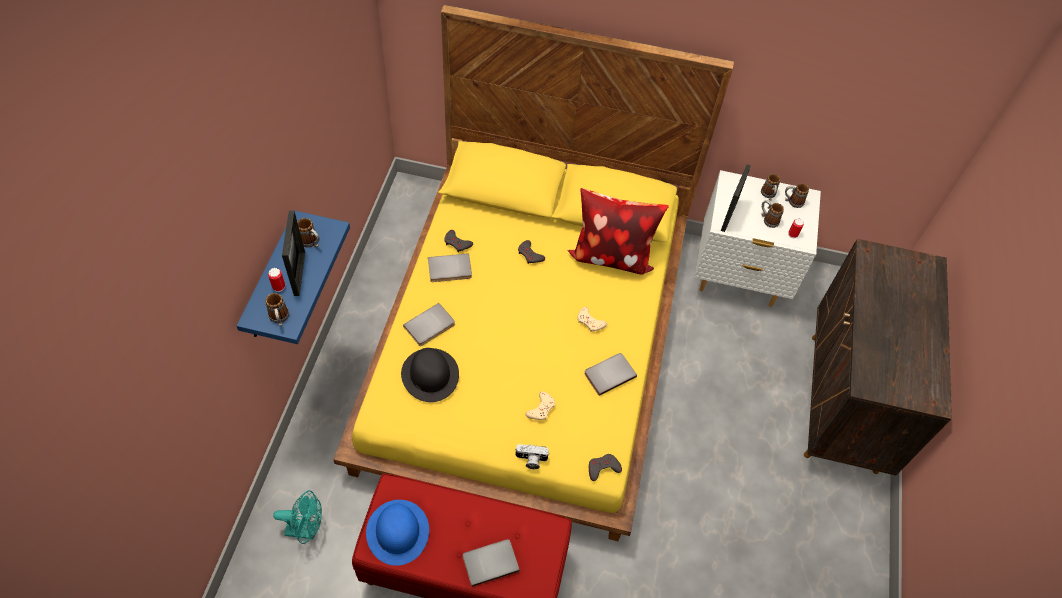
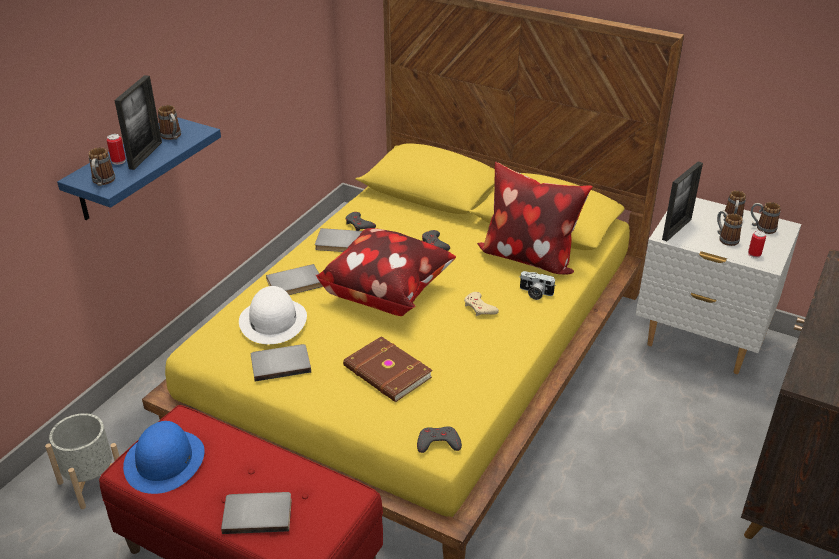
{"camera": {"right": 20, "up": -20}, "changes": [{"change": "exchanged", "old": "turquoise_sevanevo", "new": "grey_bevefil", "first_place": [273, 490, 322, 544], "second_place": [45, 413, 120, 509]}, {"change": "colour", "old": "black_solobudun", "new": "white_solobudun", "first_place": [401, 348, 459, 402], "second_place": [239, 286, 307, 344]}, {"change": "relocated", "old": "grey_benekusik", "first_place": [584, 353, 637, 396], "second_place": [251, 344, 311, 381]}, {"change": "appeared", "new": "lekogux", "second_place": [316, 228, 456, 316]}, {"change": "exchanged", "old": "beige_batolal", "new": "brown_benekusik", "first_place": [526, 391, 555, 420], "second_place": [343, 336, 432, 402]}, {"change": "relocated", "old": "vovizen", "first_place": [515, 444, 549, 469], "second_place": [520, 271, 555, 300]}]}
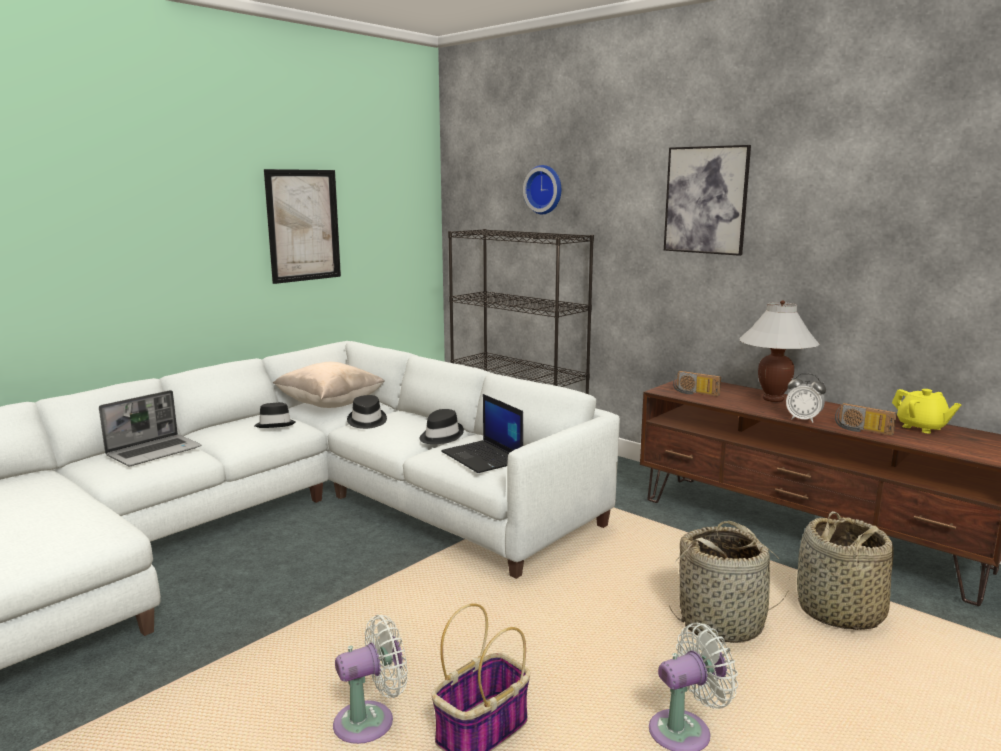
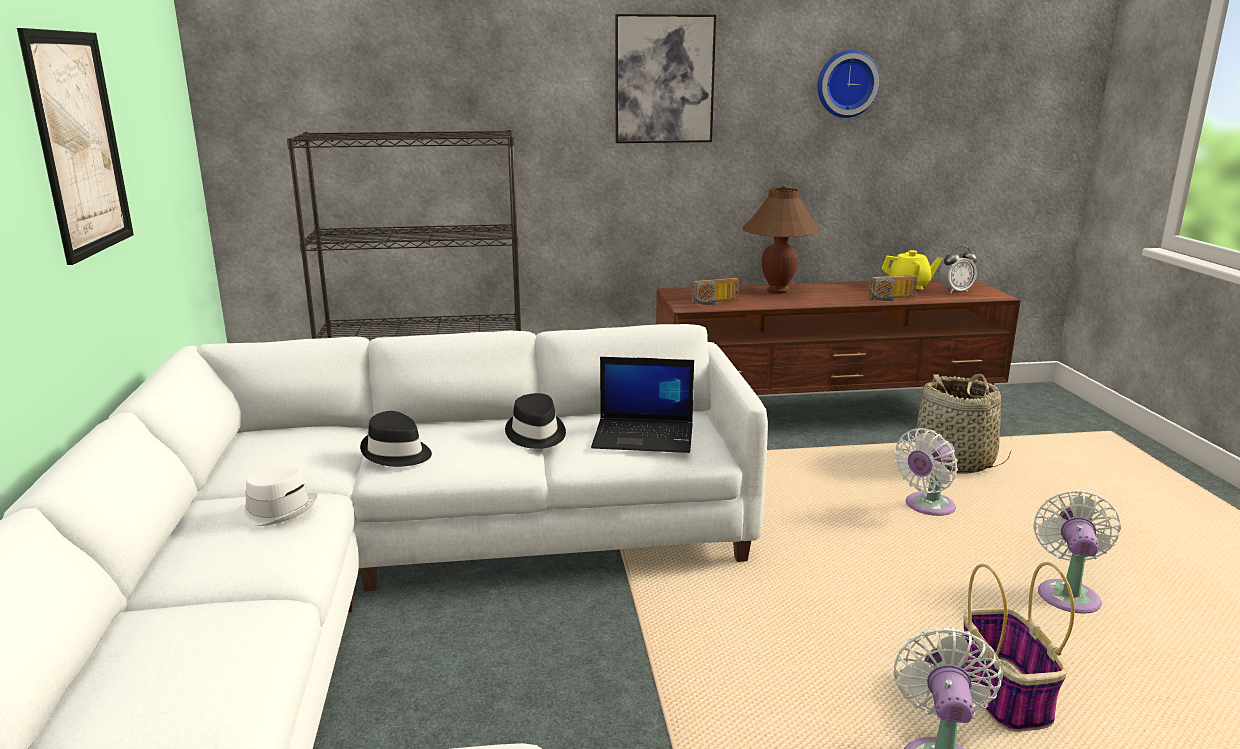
{"camera": {"right": -50, "up": 5}, "changes": [{"change": "colour", "old": "black_solobudun", "new": "white_solobudun", "first_place": [254, 402, 296, 428], "second_place": [235, 468, 317, 526]}, {"change": "colour", "old": "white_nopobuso", "new": "brown_nopobuso", "first_place": [739, 300, 820, 402], "second_place": [743, 186, 821, 294]}, {"change": "relocated", "old": "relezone", "first_place": [523, 165, 561, 214], "second_place": [818, 50, 880, 118]}, {"change": "exchanged", "old": "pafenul", "new": "white_sevanevo", "first_place": [669, 521, 790, 643], "second_place": [894, 428, 958, 516]}, {"change": "relocated", "old": "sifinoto", "first_place": [786, 373, 826, 423], "second_place": [940, 246, 977, 293]}, {"change": "missing", "old": "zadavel", "first_place": [99, 390, 201, 466]}, {"change": "missing", "old": "beige_lekogux", "first_place": [273, 362, 385, 408]}]}
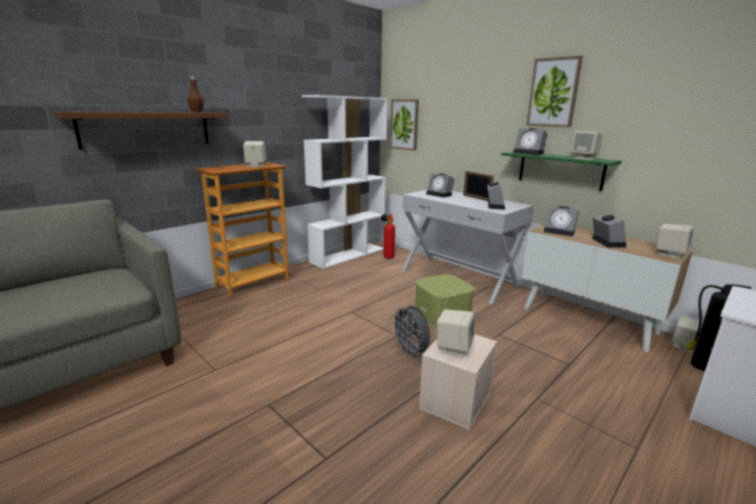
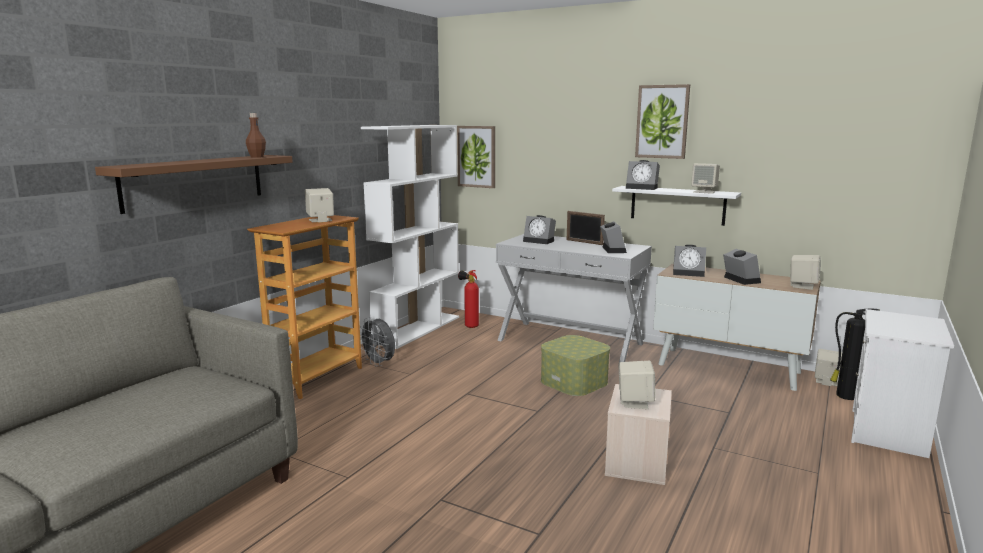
{"camera": {"right": -15, "up": -5}, "changes": [{"change": "relocated", "old": "grey_sevanevo", "first_place": [391, 305, 430, 359], "second_place": [360, 318, 395, 366]}, {"change": "colour", "old": "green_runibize", "new": "white_runibize", "first_place": [501, 151, 622, 191], "second_place": [612, 186, 741, 226]}]}
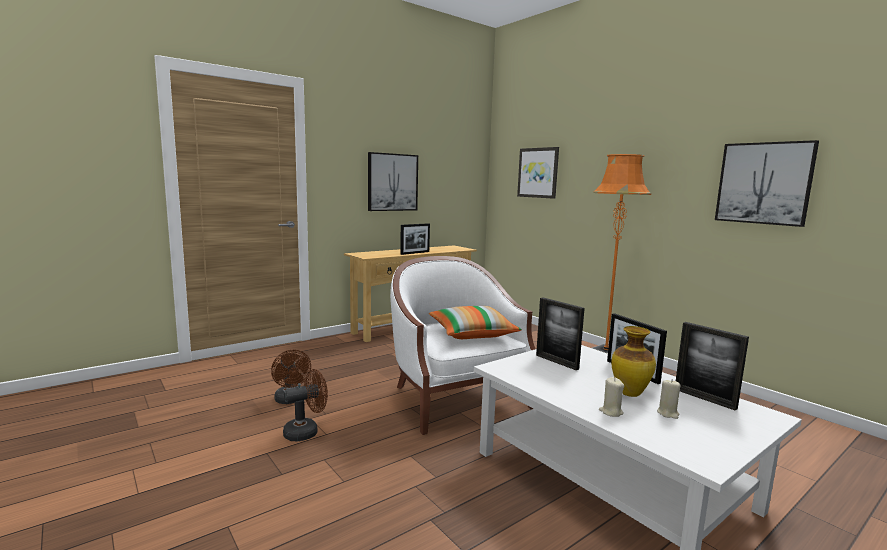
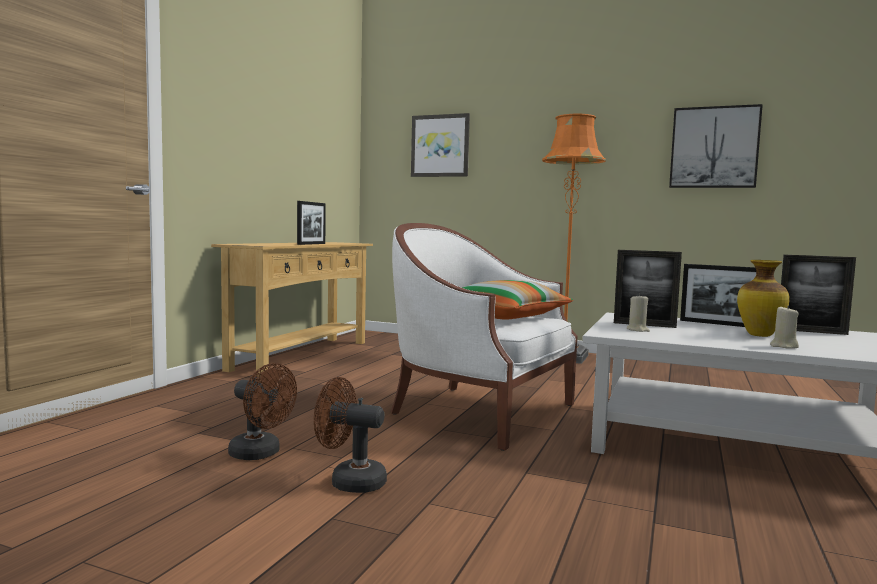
{"camera": {"right": -30, "up": -5}, "changes": [{"change": "spun", "old": "brown_sevanevo", "first_place": [283, 369, 328, 441], "second_place": [314, 377, 387, 493], "degrees": -105}, {"change": "relocated", "old": "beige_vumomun", "first_place": [657, 379, 681, 419], "second_place": [627, 294, 650, 332]}, {"change": "missing", "old": "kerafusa", "first_place": [368, 152, 418, 211]}]}
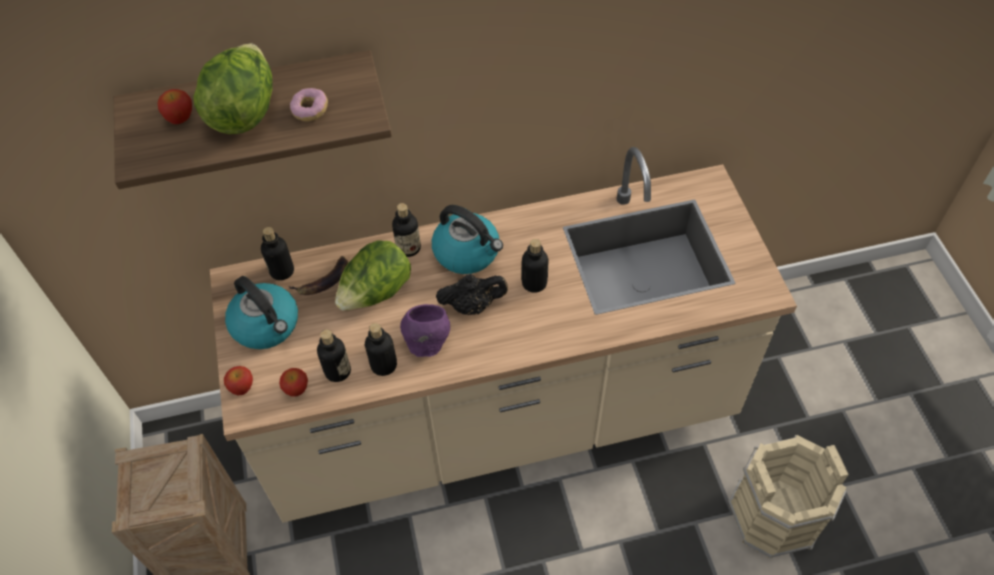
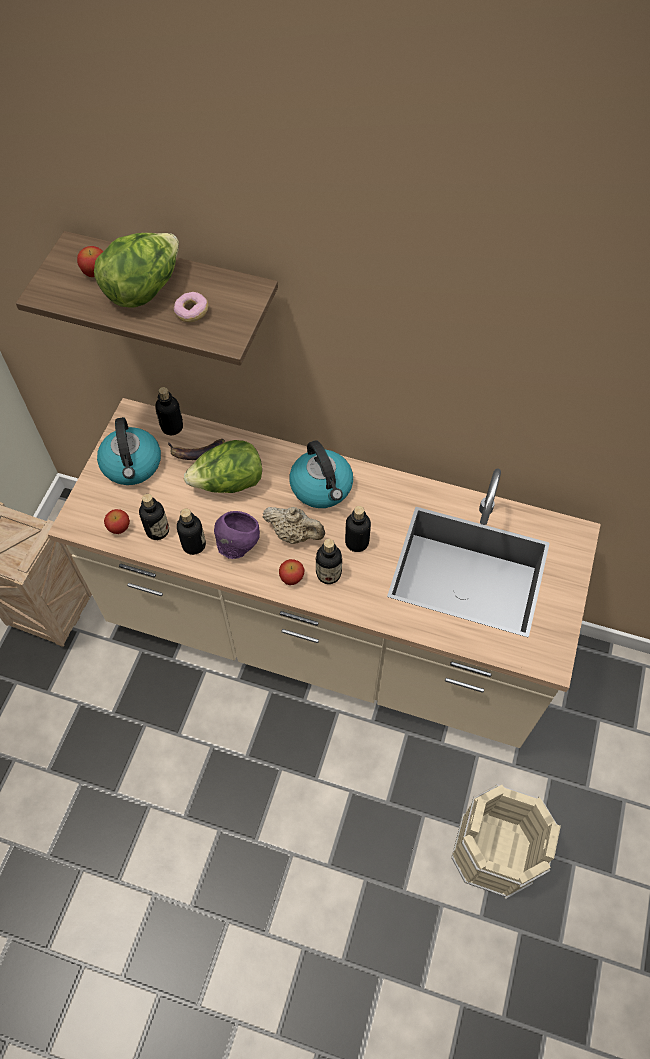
{"camera": {"right": 30, "up": 5}, "changes": [{"change": "colour", "old": "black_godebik", "new": "beige_godebik", "first_place": [436, 274, 508, 315], "second_place": [263, 507, 325, 544]}, {"change": "relocated", "old": "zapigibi", "first_place": [224, 366, 253, 395], "second_place": [279, 559, 304, 585]}, {"change": "relocated", "old": "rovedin", "first_place": [392, 203, 421, 257], "second_place": [316, 539, 342, 584]}]}
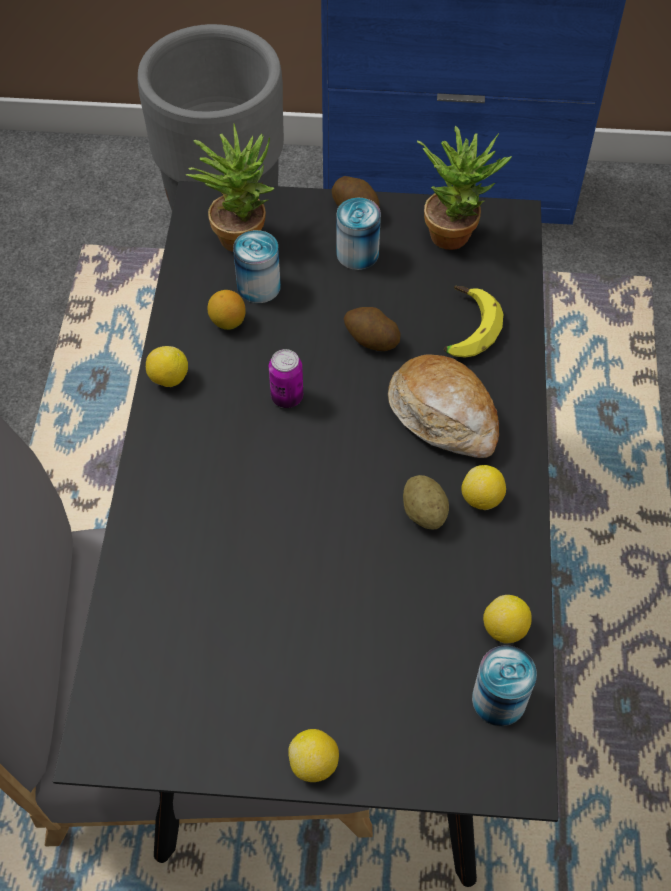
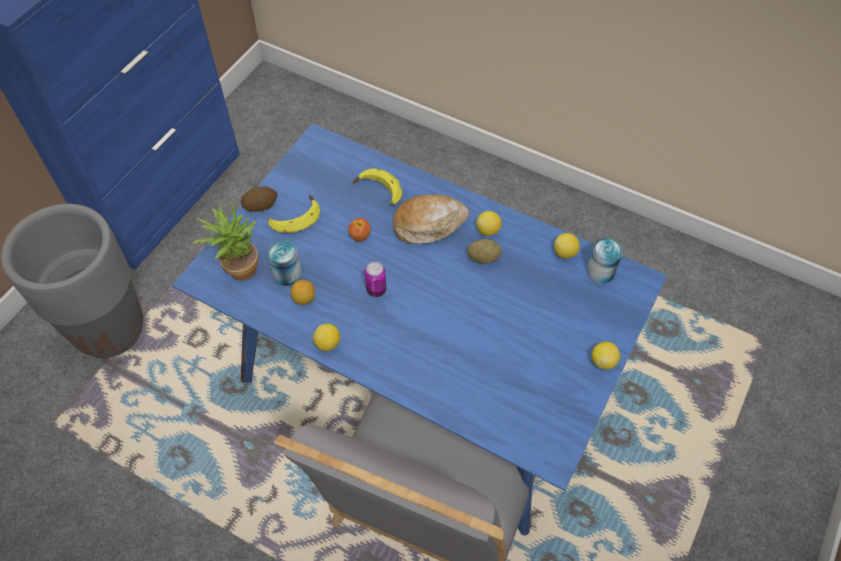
{"camera": {"right": -65, "up": 0}, "changes": [{"change": "colour", "old": "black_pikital", "new": "blue_pikital", "first_place": [53, 181, 558, 887], "second_place": [172, 123, 667, 535]}, {"change": "exchanged", "old": "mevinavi", "new": "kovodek", "first_place": [336, 198, 381, 270], "second_place": [268, 194, 320, 233]}, {"change": "exchanged", "old": "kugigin", "new": "zapigibi", "first_place": [344, 307, 401, 351], "second_place": [348, 218, 371, 241]}, {"change": "missing", "old": "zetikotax", "first_place": [417, 126, 512, 250]}]}
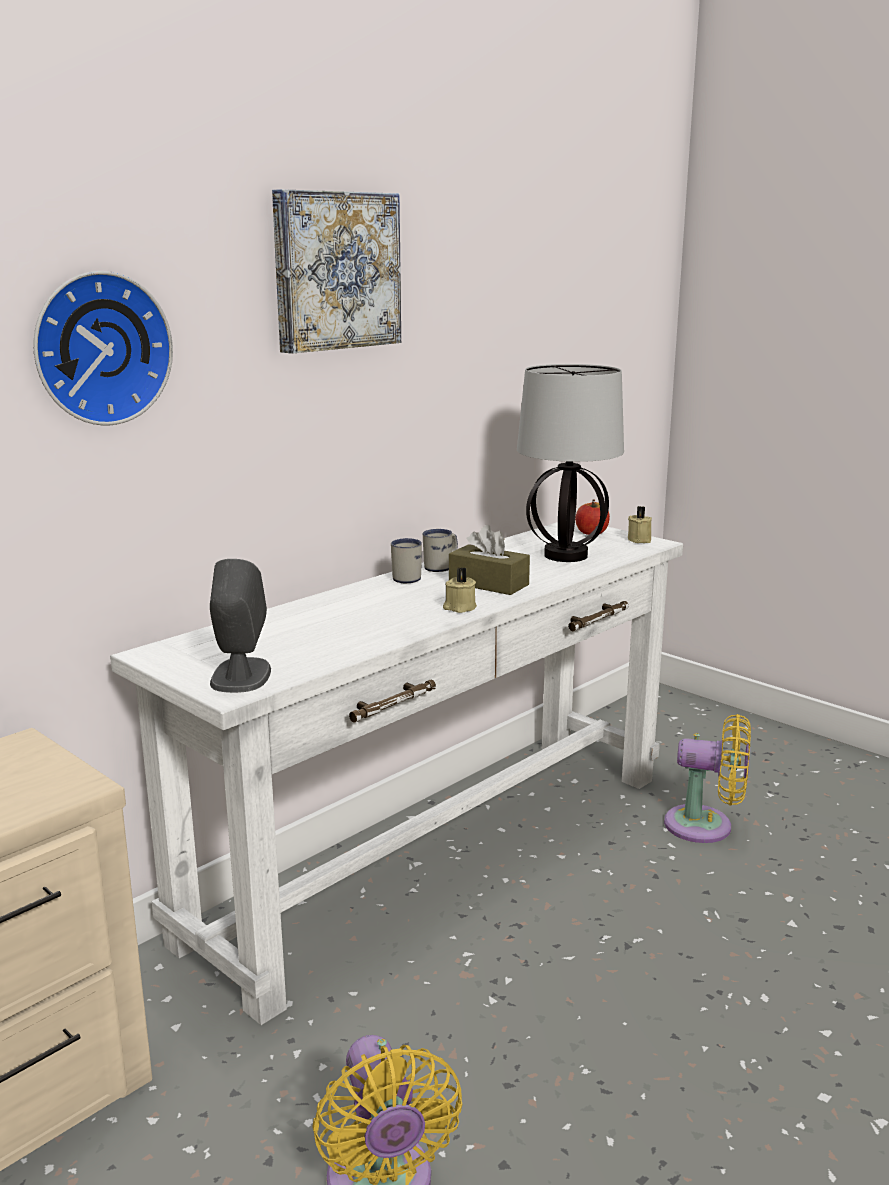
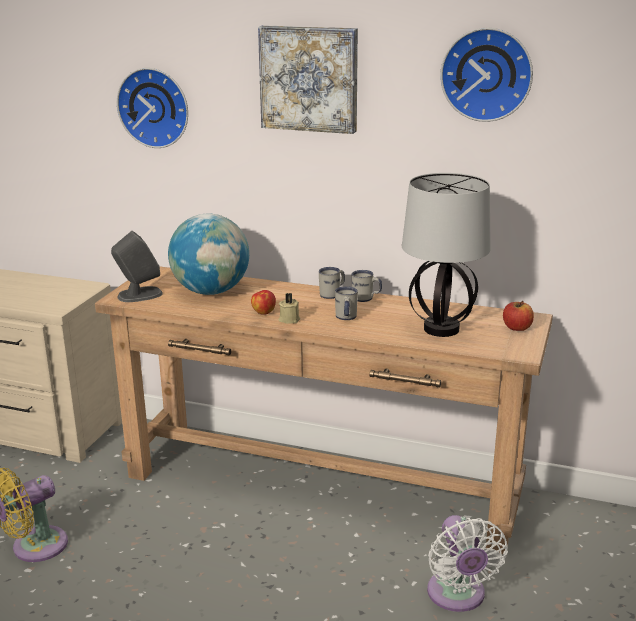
{"camera": {"right": 65, "up": 5}, "changes": [{"change": "colour", "old": "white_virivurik", "new": "brown_virivurik", "first_place": [110, 521, 683, 1025], "second_place": [95, 266, 553, 554]}, {"change": "appeared", "new": "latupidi", "second_place": [168, 214, 249, 295]}, {"change": "appeared", "new": "zapigibi", "second_place": [251, 290, 276, 315]}, {"change": "exchanged", "old": "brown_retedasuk", "new": "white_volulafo", "first_place": [449, 525, 530, 595], "second_place": [335, 286, 358, 320]}, {"change": "colour", "old": "yellow_sevanevo", "new": "white_sevanevo", "first_place": [664, 714, 751, 843], "second_place": [427, 515, 508, 612]}, {"change": "appeared", "new": "relezone", "second_place": [440, 28, 533, 122]}, {"change": "missing", "old": "beige_vumomun", "first_place": [628, 506, 652, 543]}]}
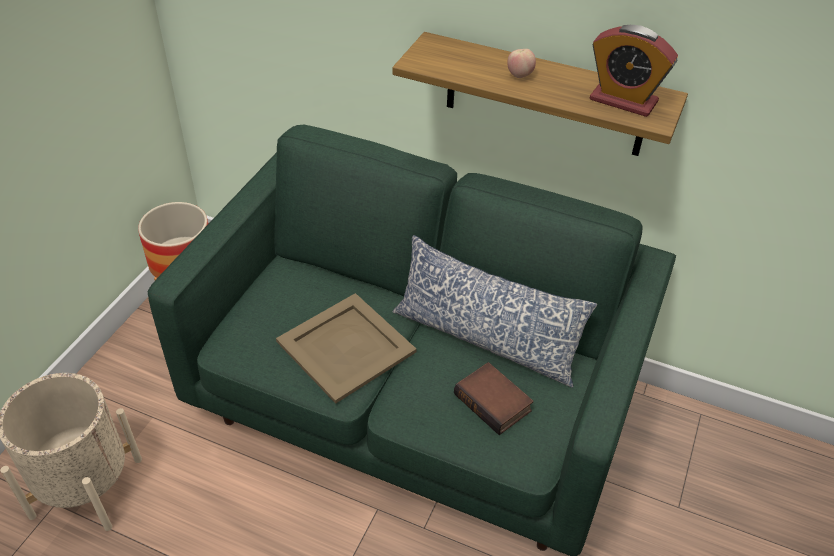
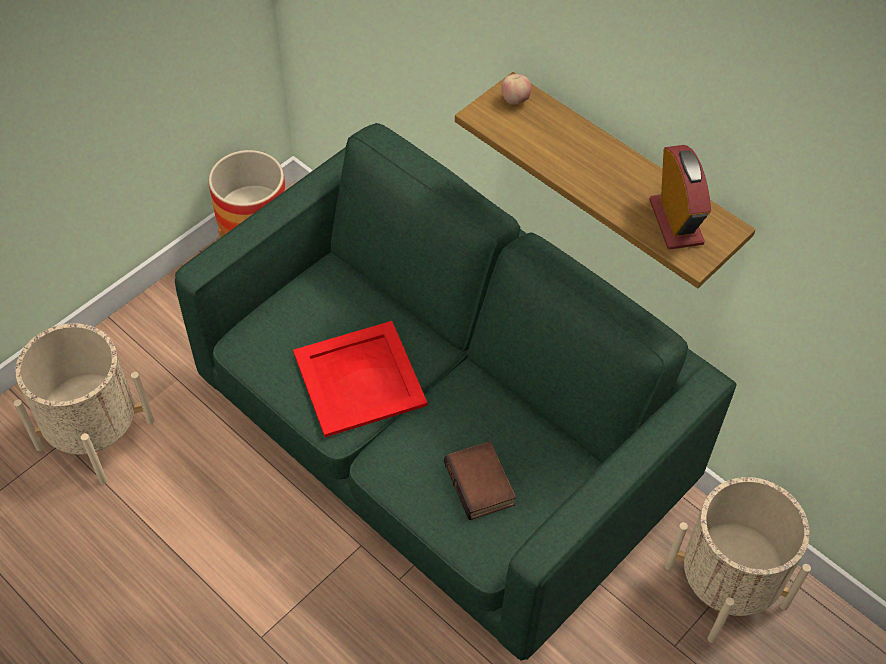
{"camera": {"right": 20, "up": 10}, "changes": [{"change": "colour", "old": "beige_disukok", "new": "red_disukok", "first_place": [276, 293, 417, 404], "second_place": [293, 321, 428, 437]}, {"change": "relocated", "old": "zapigibi", "first_place": [507, 49, 536, 78], "second_place": [501, 74, 531, 105]}, {"change": "spun", "old": "sifinoto", "first_place": [590, 25, 678, 117], "second_place": [649, 145, 711, 249], "degrees": -150}, {"change": "appeared", "new": "beige_bevefil", "second_place": [665, 477, 811, 643]}, {"change": "missing", "old": "lekogux", "first_place": [392, 235, 597, 388]}]}
